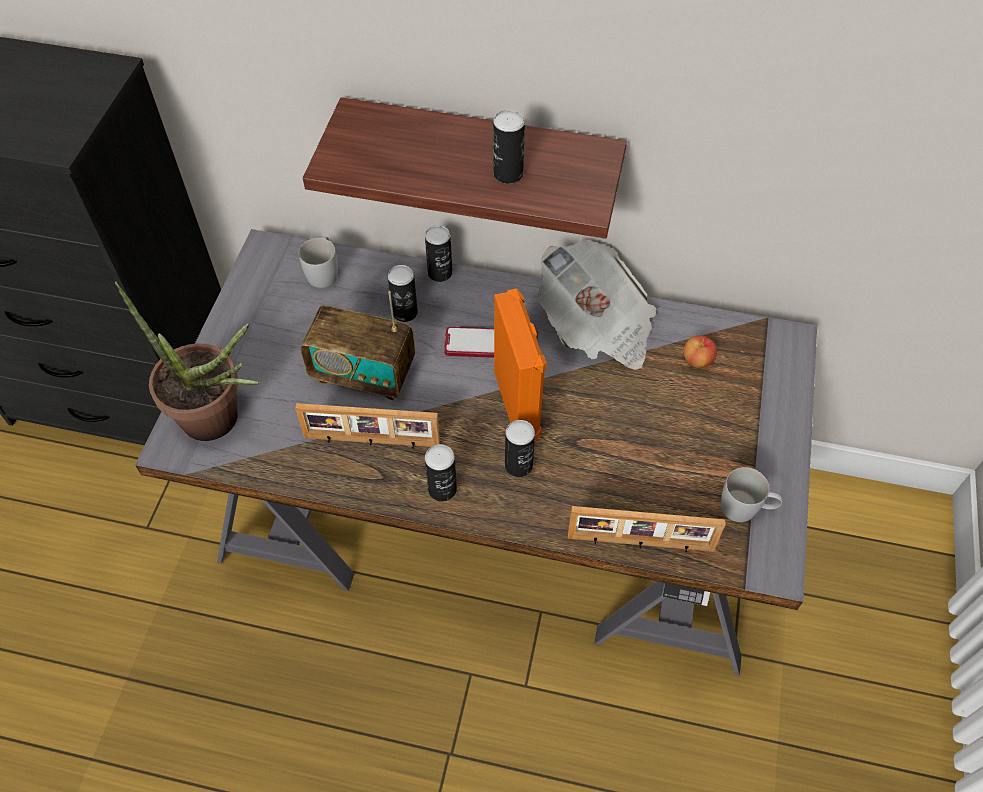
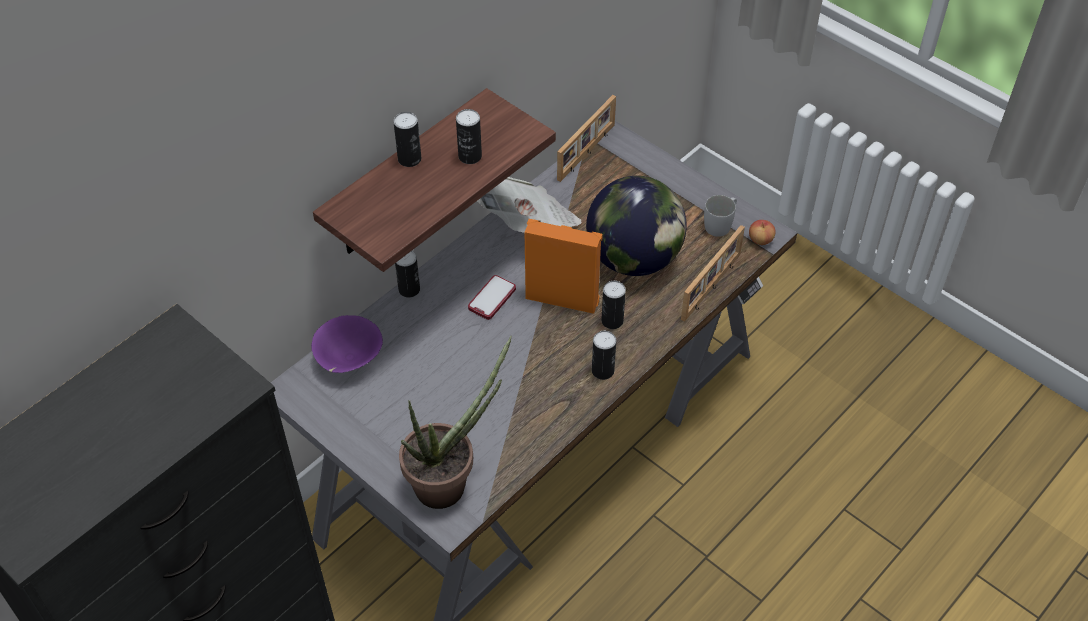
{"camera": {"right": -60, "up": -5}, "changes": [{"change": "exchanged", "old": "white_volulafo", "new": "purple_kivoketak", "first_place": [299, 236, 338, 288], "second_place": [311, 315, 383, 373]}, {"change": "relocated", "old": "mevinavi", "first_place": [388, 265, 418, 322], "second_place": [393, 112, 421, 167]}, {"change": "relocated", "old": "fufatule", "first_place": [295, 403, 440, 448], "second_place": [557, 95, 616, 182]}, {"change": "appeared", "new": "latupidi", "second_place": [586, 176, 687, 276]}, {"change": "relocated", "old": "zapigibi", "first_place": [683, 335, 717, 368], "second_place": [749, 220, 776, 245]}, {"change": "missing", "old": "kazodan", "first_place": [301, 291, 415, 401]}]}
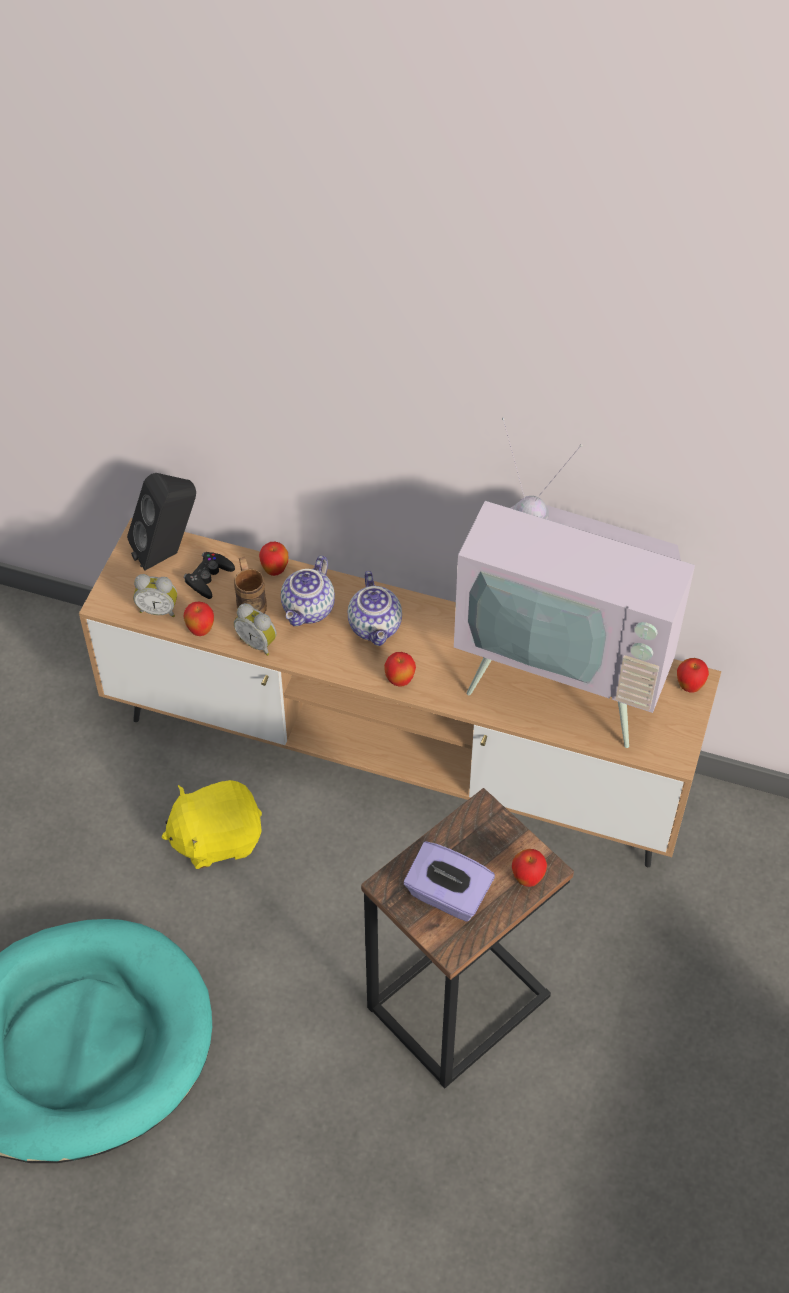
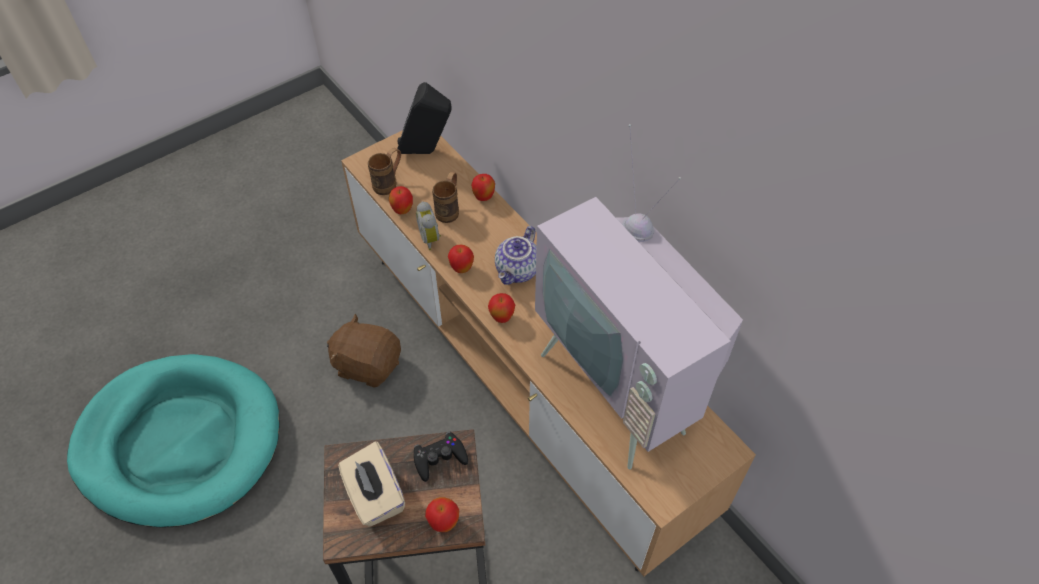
{"camera": {"right": 35, "up": 0}, "changes": [{"change": "colour", "old": "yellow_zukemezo", "new": "brown_zukemezo", "first_place": [162, 780, 262, 869], "second_place": [327, 314, 401, 387]}, {"change": "colour", "old": "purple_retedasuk", "new": "beige_retedasuk", "first_place": [404, 841, 495, 922], "second_place": [338, 441, 405, 526]}, {"change": "exchanged", "old": "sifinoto", "new": "brown_volulafo", "first_place": [133, 574, 177, 617], "second_place": [368, 148, 401, 195]}, {"change": "relocated", "old": "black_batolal", "first_place": [184, 552, 235, 599], "second_place": [414, 431, 468, 482]}, {"change": "relocated", "old": "zapigibi", "first_place": [677, 658, 709, 692], "second_place": [448, 245, 474, 273]}, {"change": "missing", "old": "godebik", "first_place": [281, 555, 335, 626]}]}
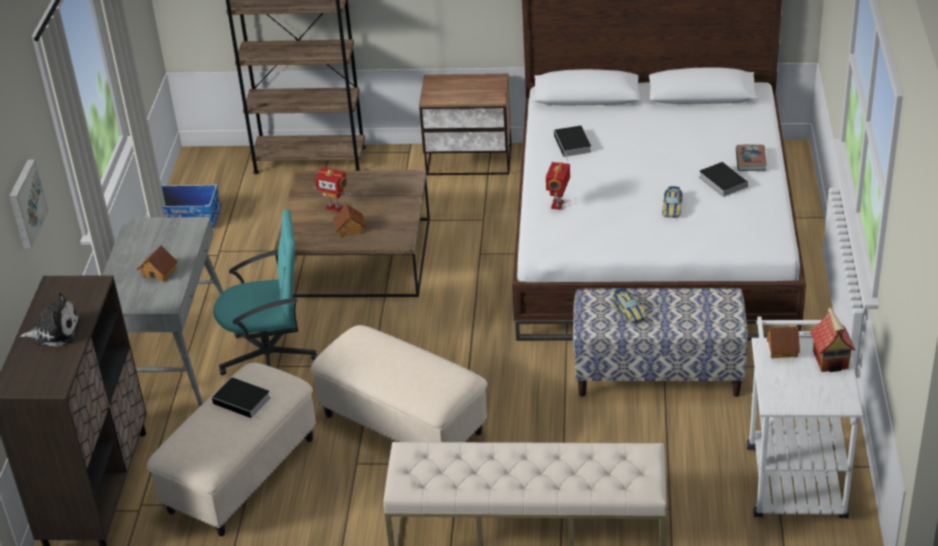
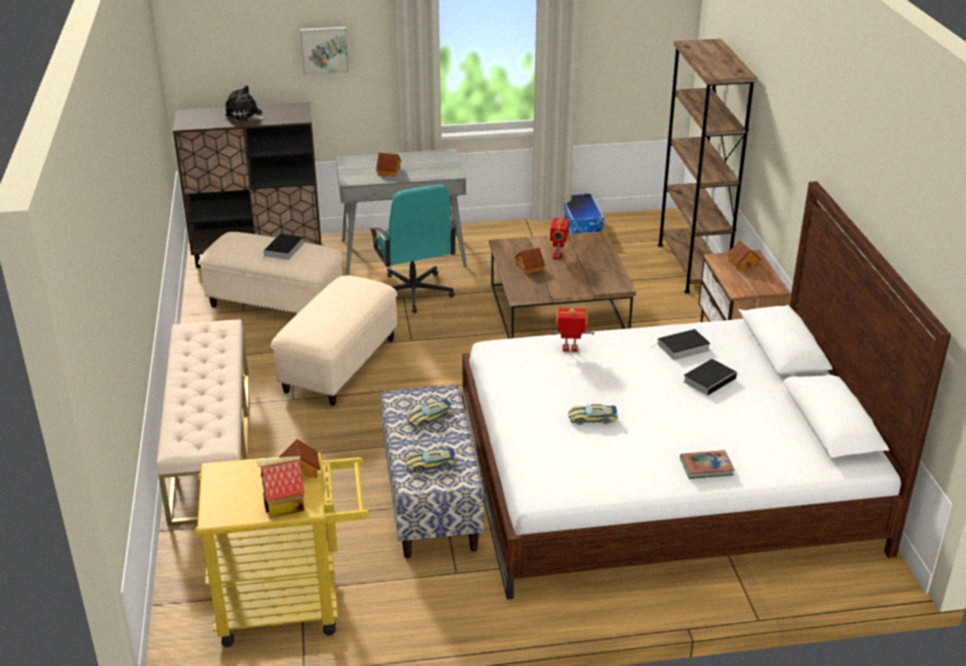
{"camera": {"right": 75, "up": -5}, "changes": [{"change": "colour", "old": "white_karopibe", "new": "yellow_karopibe", "first_place": [747, 317, 863, 518], "second_place": [195, 453, 369, 647]}, {"change": "spun", "old": "zukemezo", "first_place": [20, 293, 80, 347], "second_place": [225, 85, 266, 122], "degrees": 135}, {"change": "appeared", "new": "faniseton", "second_place": [406, 448, 456, 473]}, {"change": "relocated", "old": "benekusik", "first_place": [699, 162, 748, 197], "second_place": [683, 359, 740, 396]}, {"change": "appeared", "new": "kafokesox", "second_place": [726, 240, 761, 271]}]}
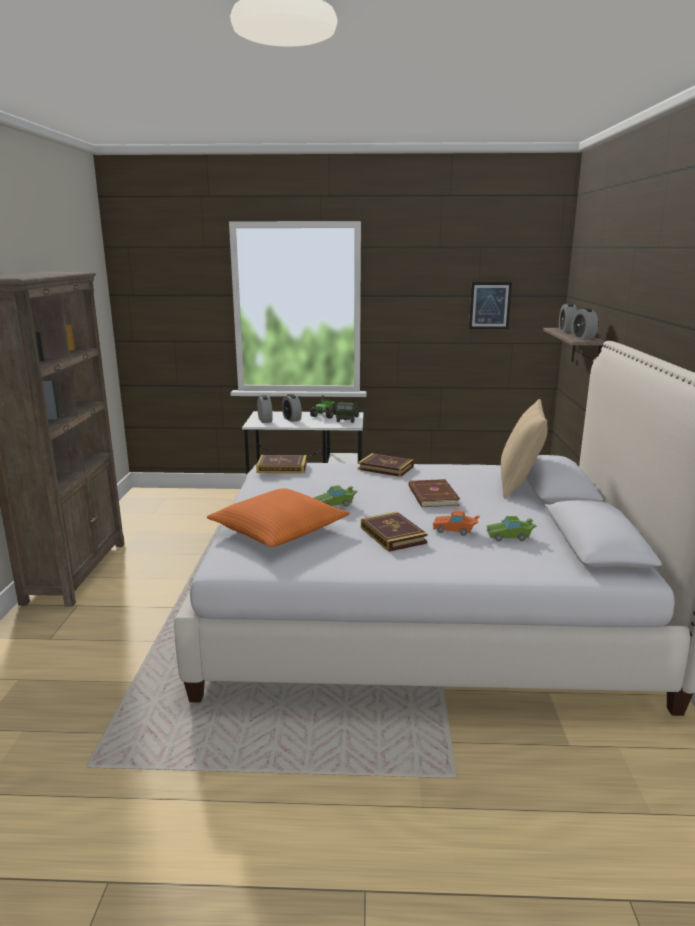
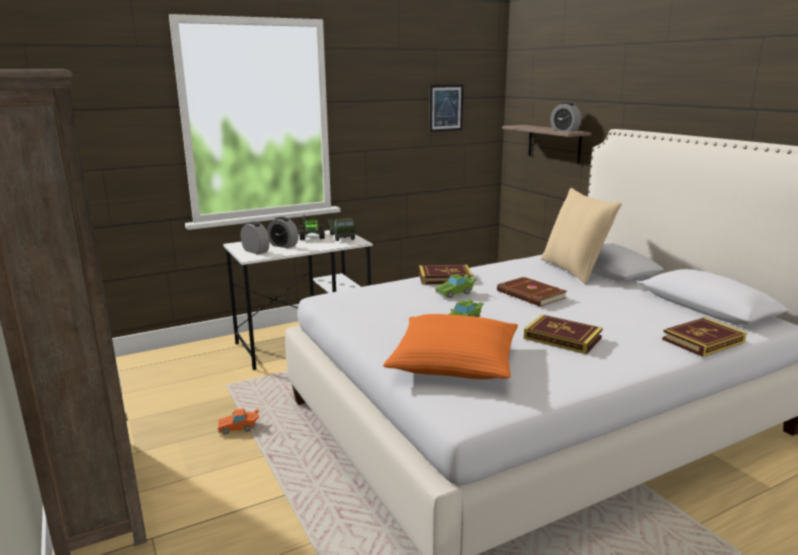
{"camera": {"right": -30, "up": 0}, "changes": [{"change": "relocated", "old": "orange_faniseton", "first_place": [433, 510, 480, 536], "second_place": [218, 409, 259, 435]}, {"change": "relocated", "old": "green_faniseton", "first_place": [486, 516, 537, 542], "second_place": [435, 274, 477, 298]}, {"change": "relocated", "old": "benekusik", "first_place": [256, 455, 307, 473], "second_place": [662, 317, 747, 357]}, {"change": "missing", "old": "sifinoto", "first_place": [559, 303, 577, 332]}]}
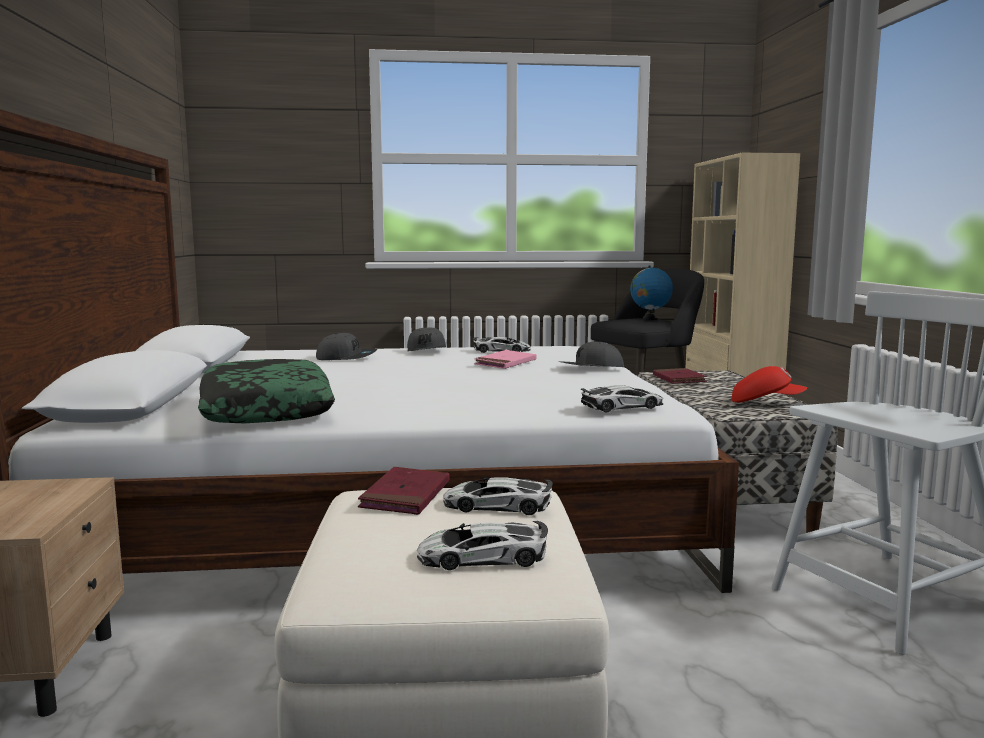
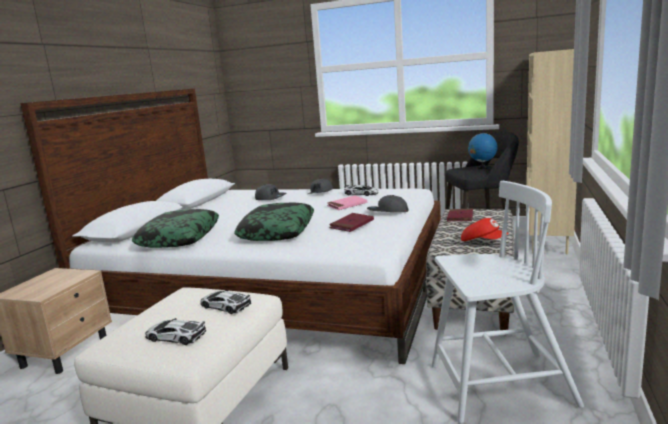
{"camera": {"right": 25, "up": 5}, "changes": [{"change": "appeared", "new": "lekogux", "second_place": [234, 203, 314, 241]}, {"change": "relocated", "old": "red_benekusik", "first_place": [358, 467, 450, 515], "second_place": [329, 213, 374, 232]}, {"change": "missing", "old": "faniseton", "first_place": [581, 385, 663, 412]}]}
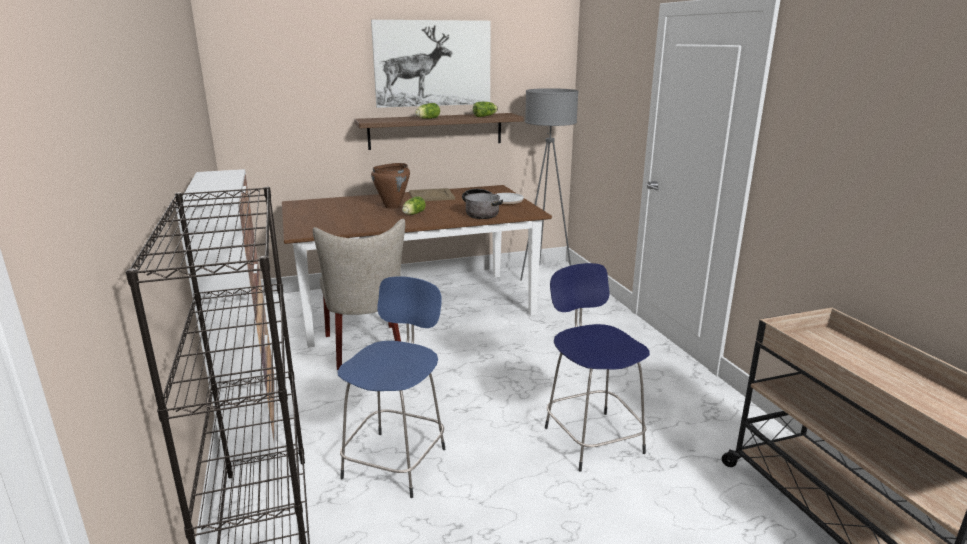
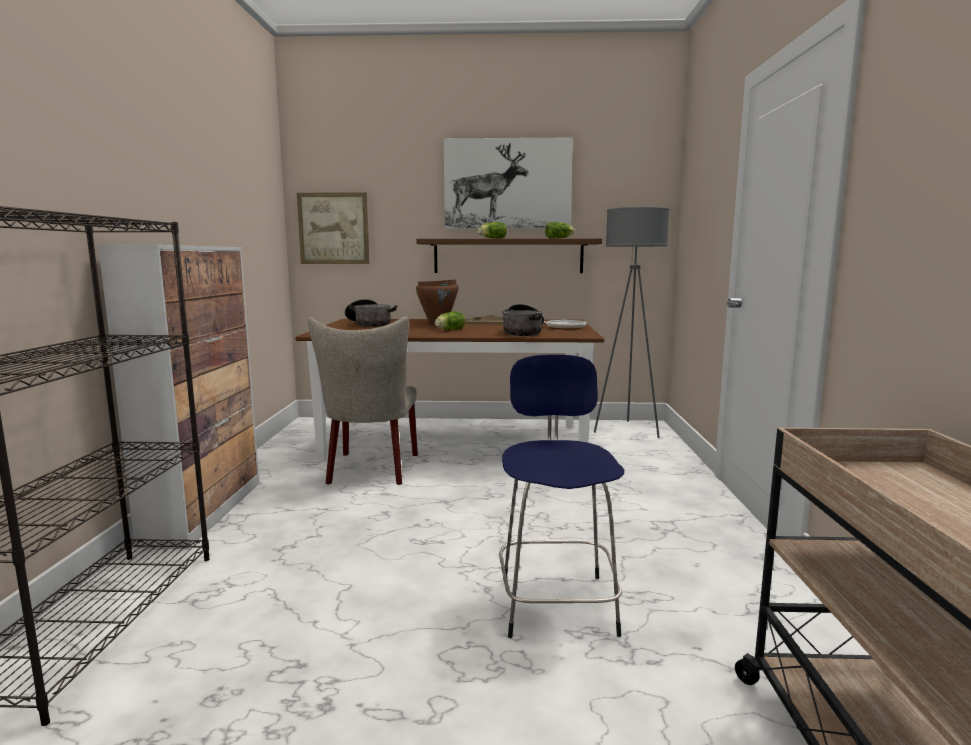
{"camera": {"right": 20, "up": -10}, "changes": [{"change": "appeared", "new": "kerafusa", "second_place": [297, 192, 370, 264]}, {"change": "appeared", "new": "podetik", "second_place": [345, 299, 397, 327]}, {"change": "missing", "old": "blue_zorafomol", "first_place": [338, 276, 445, 498]}]}
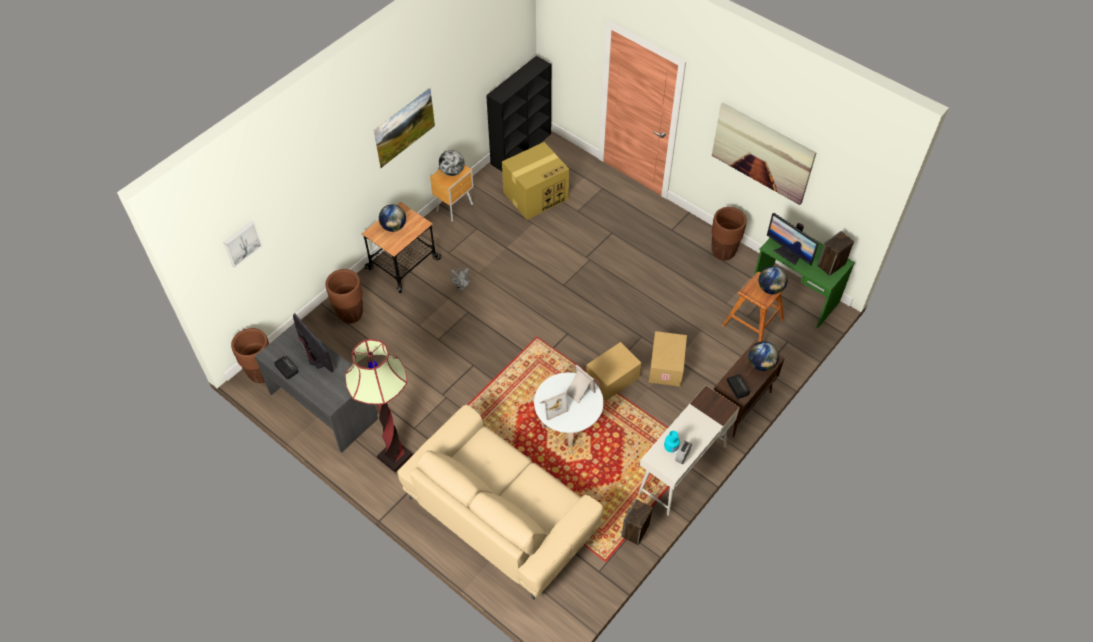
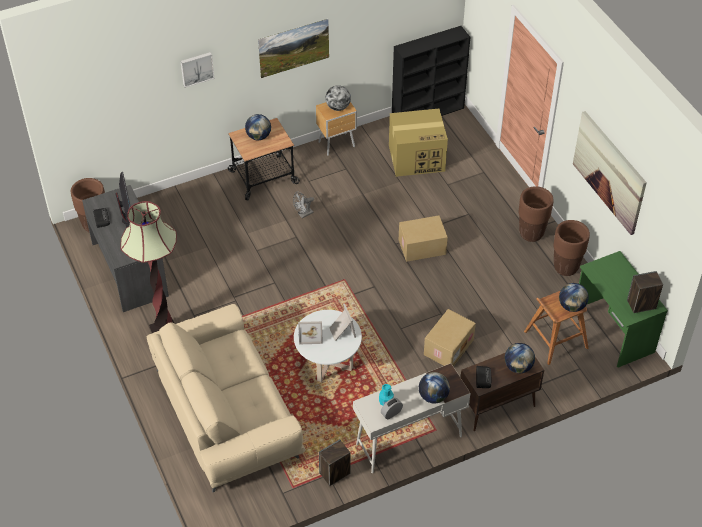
{"camera": {"right": 25, "up": -5}, "changes": [{"change": "relocated", "old": "kerafusa", "first_place": [223, 221, 262, 267], "second_place": [180, 52, 215, 88]}, {"change": "relocated", "old": "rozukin", "first_place": [586, 342, 642, 401], "second_place": [399, 215, 448, 262]}, {"change": "appeared", "new": "latupidi", "second_place": [419, 372, 450, 403]}, {"change": "relocated", "old": "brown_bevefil", "first_place": [325, 269, 363, 324], "second_place": [519, 186, 554, 242]}, {"change": "missing", "old": "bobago", "first_place": [767, 213, 819, 266]}]}
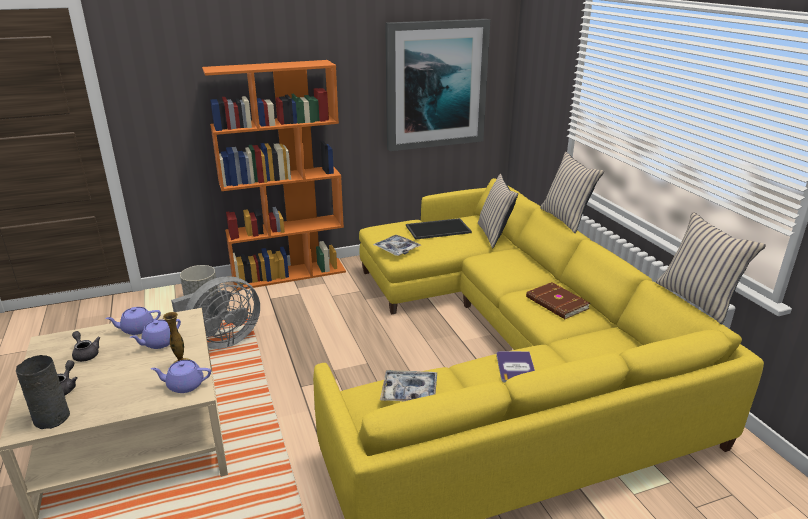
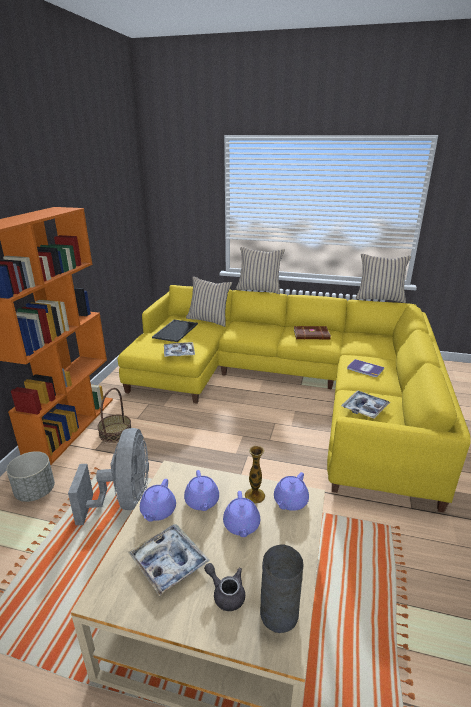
{"camera": {"right": -55, "up": 0}, "changes": [{"change": "appeared", "new": "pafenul", "second_place": [97, 388, 131, 443]}, {"change": "exchanged", "old": "grey_godebik", "new": "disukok", "first_place": [72, 331, 100, 362], "second_place": [128, 524, 210, 596]}, {"change": "appeared", "new": "purple_godebik", "second_place": [223, 491, 260, 537]}, {"change": "missing", "old": "kerafusa", "first_place": [385, 19, 490, 151]}]}
